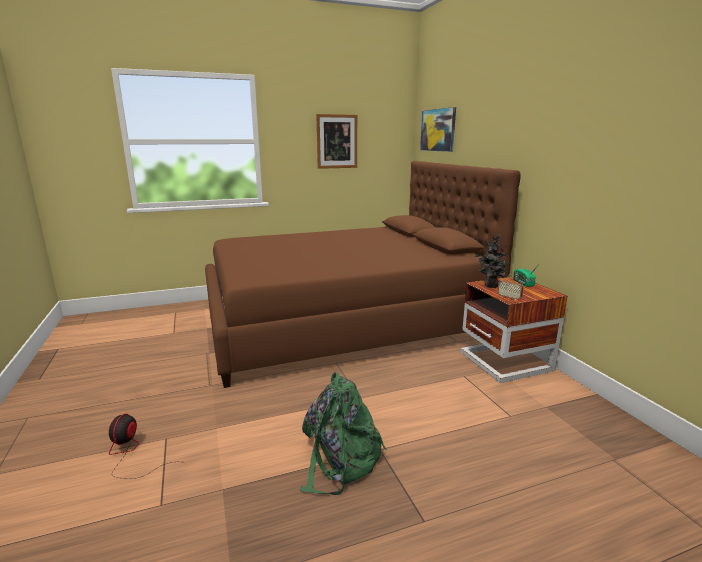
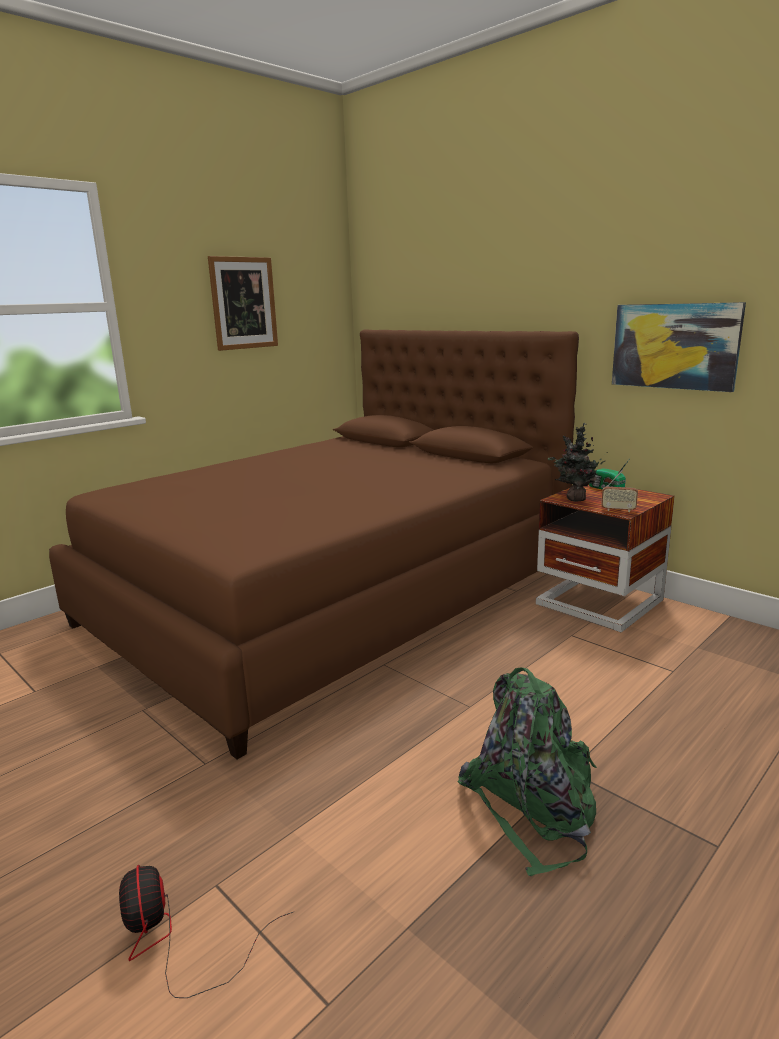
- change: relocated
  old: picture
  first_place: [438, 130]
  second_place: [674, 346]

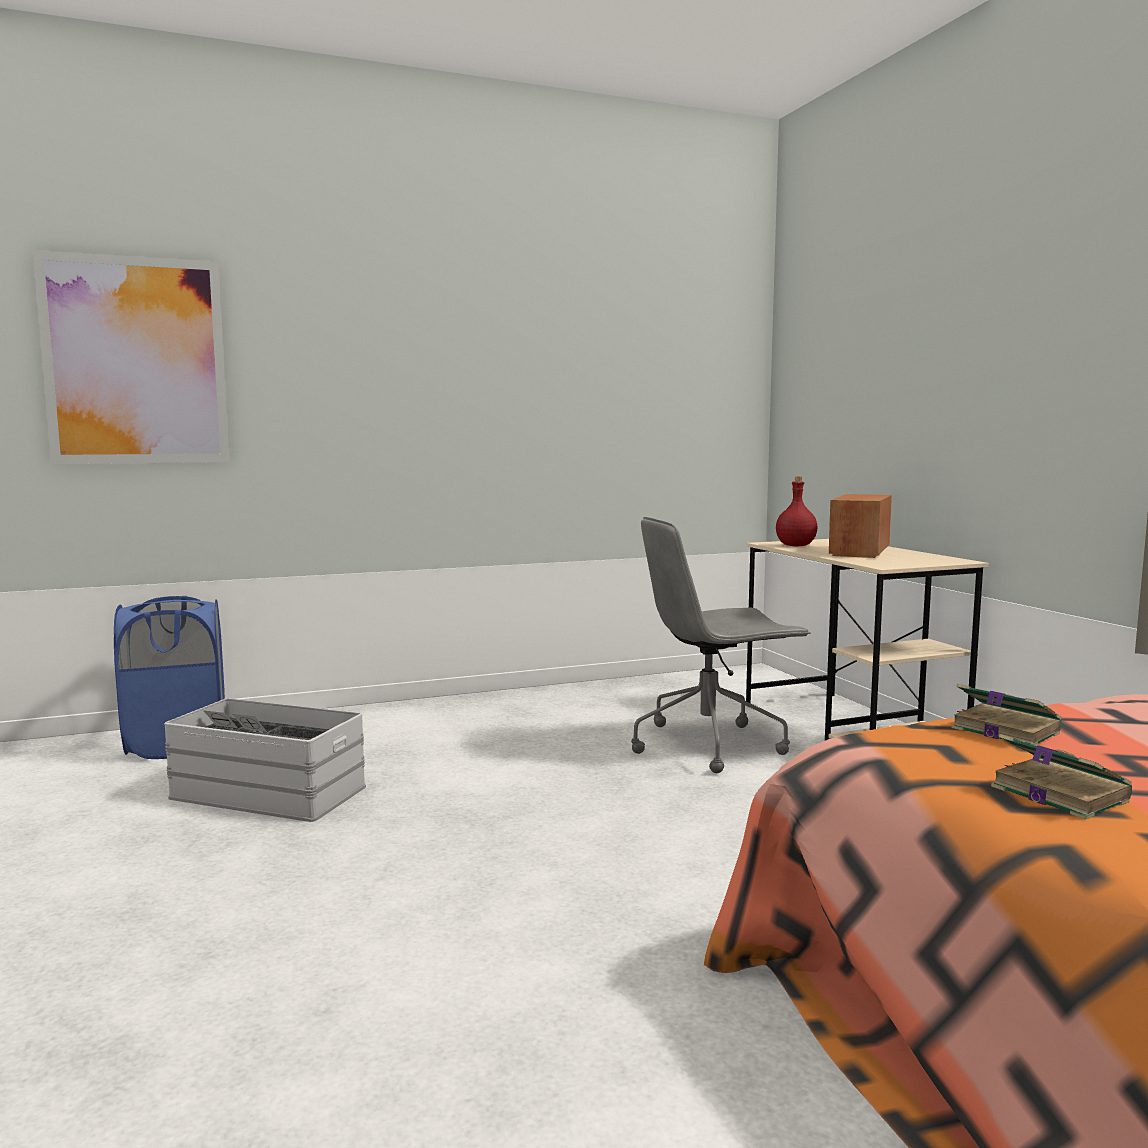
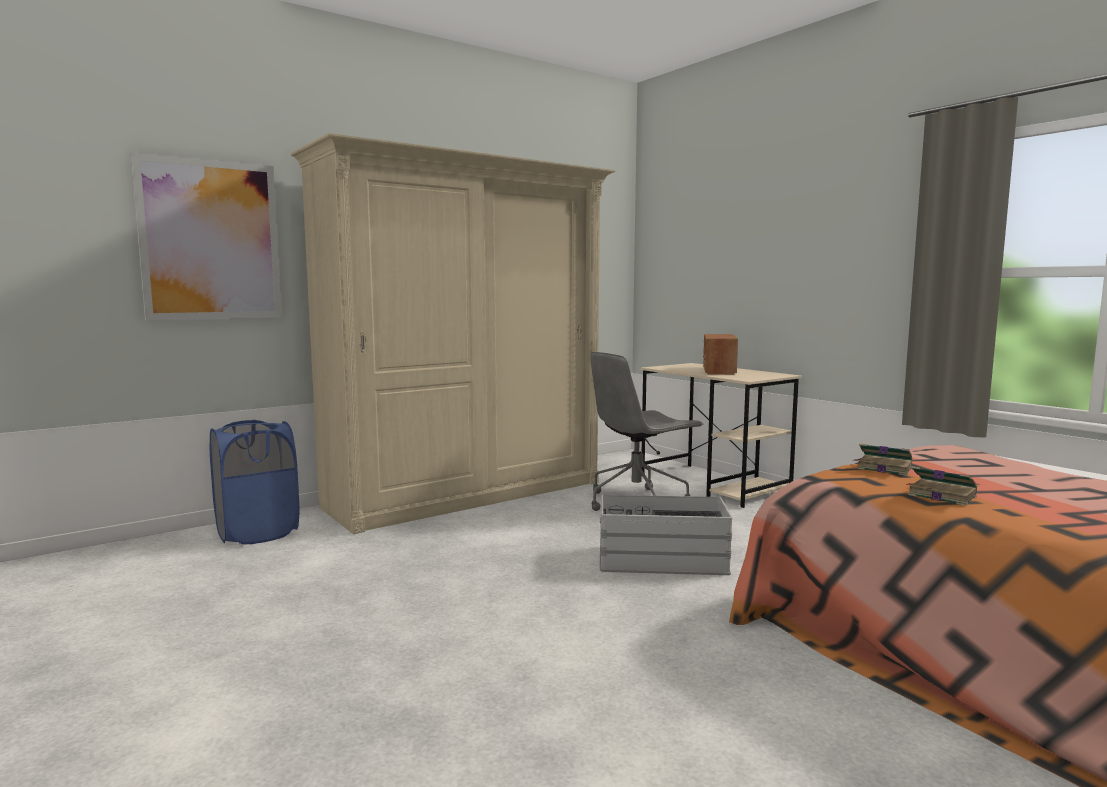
- change: missing
  old: red_bottle
  first_place: [796, 546]
- change: relocated
  old: grey_storage_box
  first_place: [267, 793]
  second_place: [662, 560]
- change: appeared
  new: beige_wardrobe
  second_place: [470, 495]

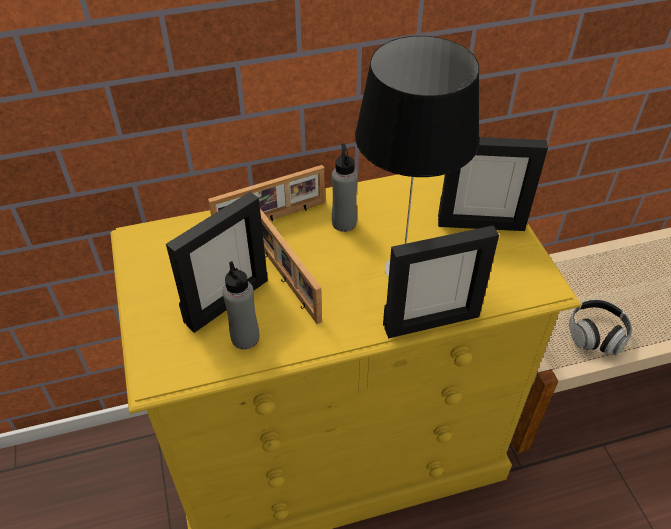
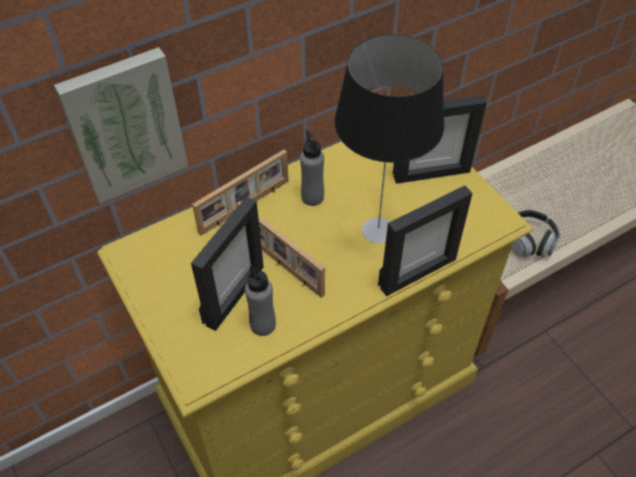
- change: appeared
  new: picture
  second_place: [124, 125]

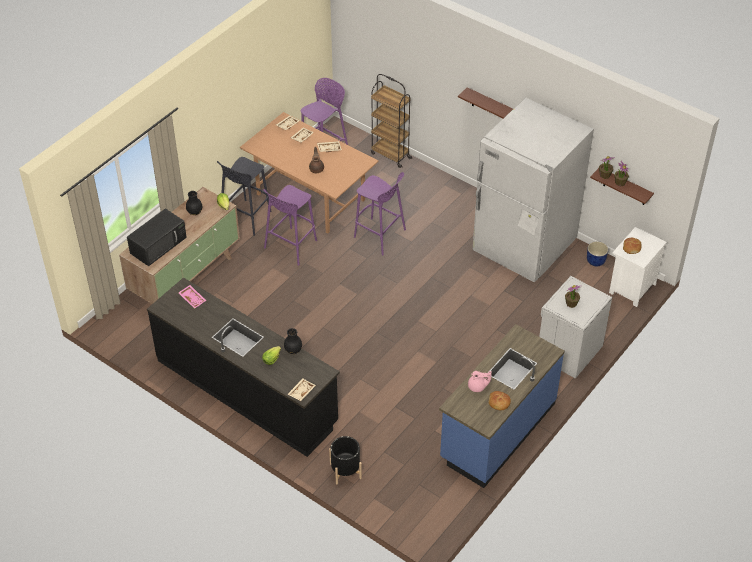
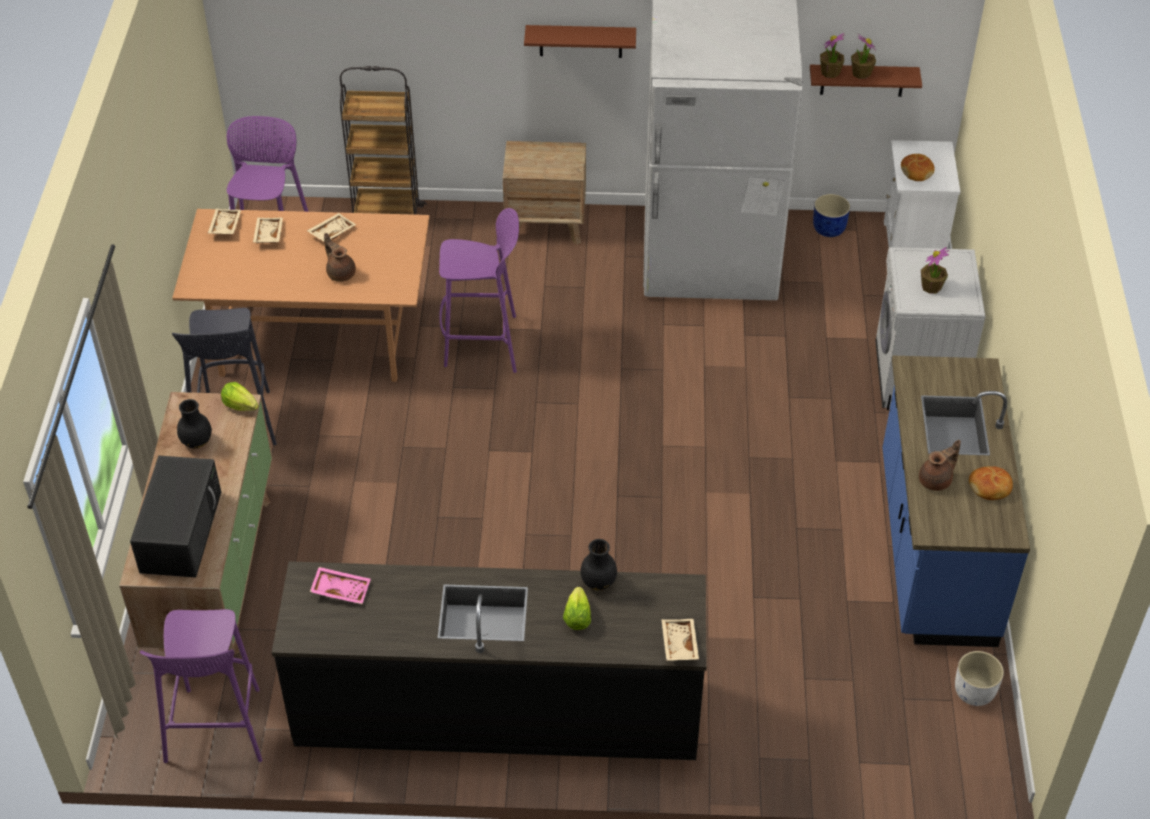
- change: relocated
  old: purple_stool
  first_place: [291, 246]
  second_place: [217, 728]
- change: colour
  old: pink_teapot
  new: brown_teapot
  first_place: [477, 387]
  second_place: [936, 480]
- change: missing
  old: black_planter
  first_place: [345, 471]
- change: appeared
  new: brown_nightstand
  second_place: [546, 225]
- change: appeared
  new: white_planter
  second_place: [973, 691]

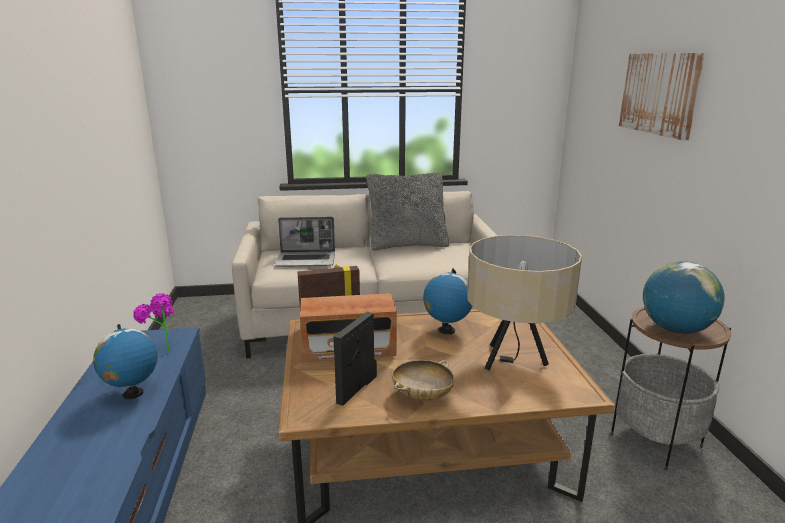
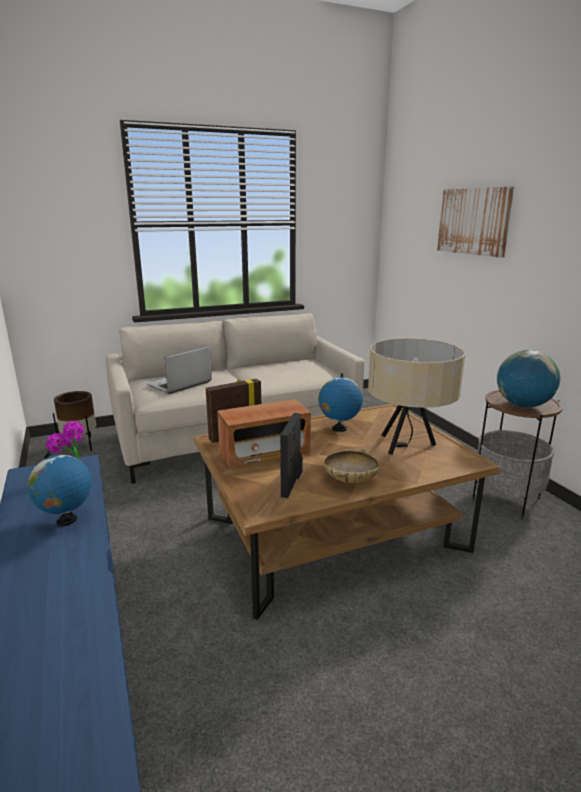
- change: missing
  old: grey_pillow
  first_place: [407, 243]
- change: spun
  old: laptop
  first_place: [307, 260]
  second_place: [179, 384]
  degrees: 150
- change: appeared
  new: brown_planter
  second_place: [81, 445]

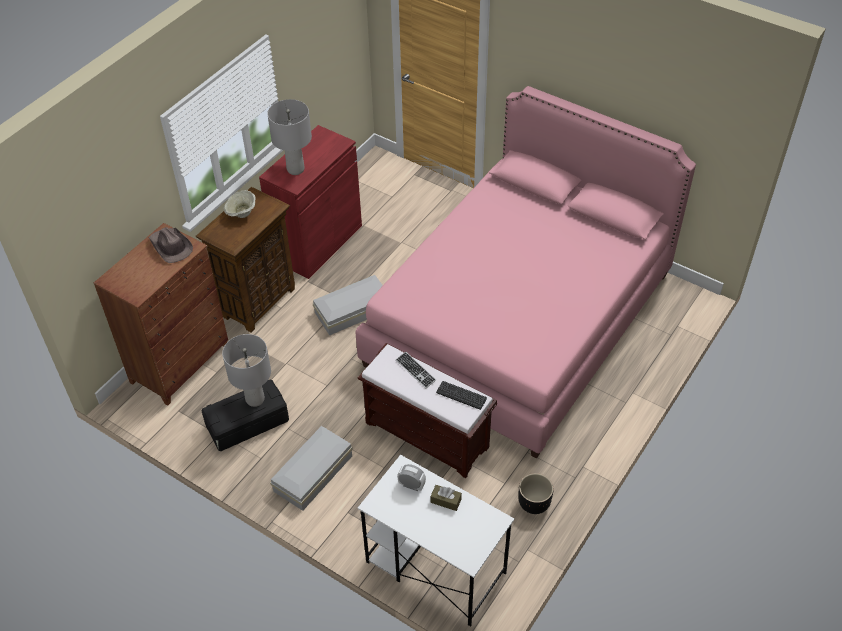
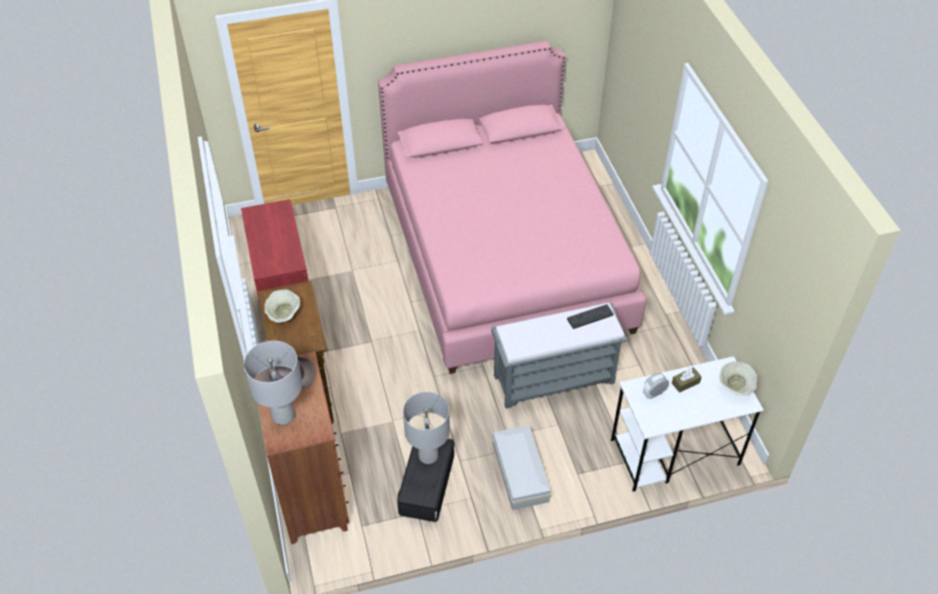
- change: relocated
  old: grey_table_lamp
  first_place: [295, 169]
  second_place: [283, 417]
- change: missing
  old: white_storage_box
  first_place: [354, 311]
- change: colour
  old: brown_bench
  new: grey_bench
  first_place: [428, 435]
  second_place: [555, 378]
- change: missing
  old: keyboard
  first_place: [415, 370]
- change: missing
  old: black_planter
  first_place: [534, 504]
- change: appeared
  new: beige_bowl
  second_place: [735, 387]

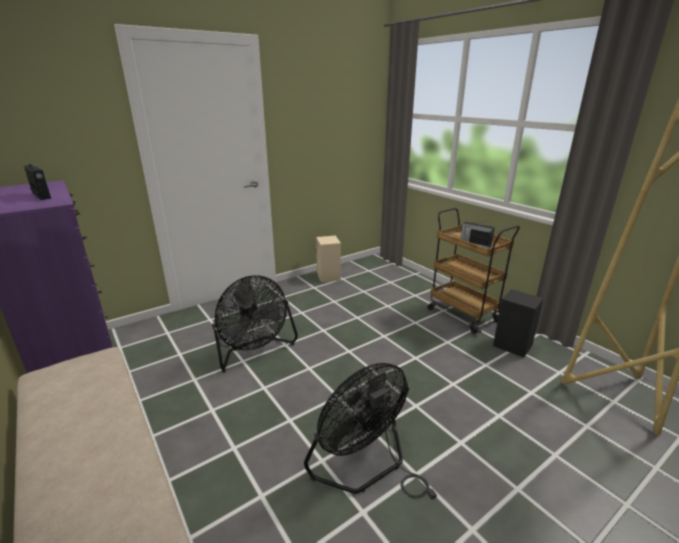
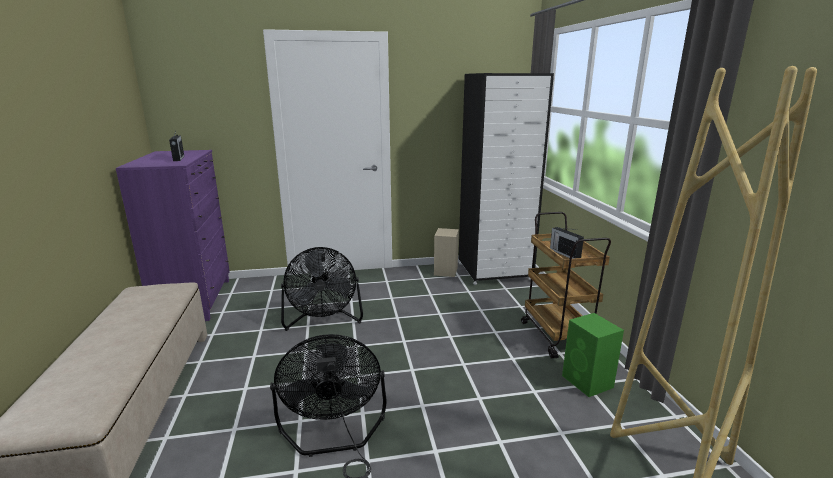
- change: colour
  old: black_speaker
  new: green_speaker
  first_place: [513, 346]
  second_place: [588, 382]
- change: appeared
  new: wardrobe
  second_place: [494, 272]

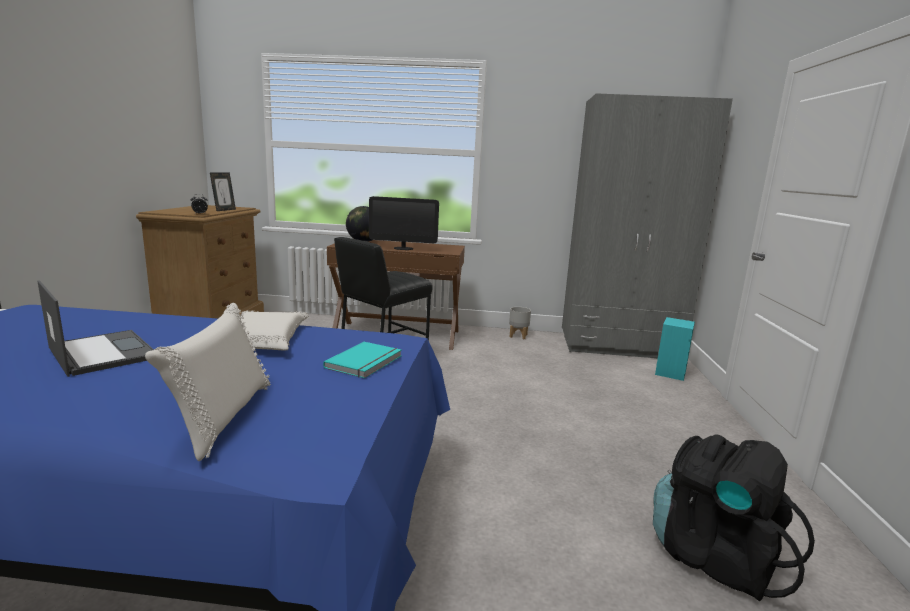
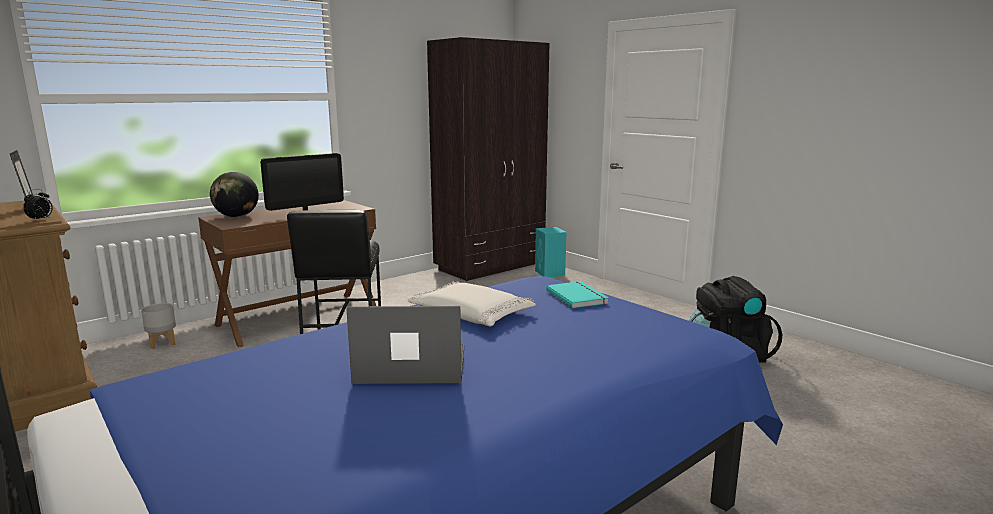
- change: colour
  old: grey_wardrobe
  new: brown_wardrobe
  first_place: [620, 347]
  second_place: [490, 266]
- change: missing
  old: white_pillow
  first_place: [223, 417]
- change: relocated
  old: grey_planter
  first_place: [518, 336]
  second_place: [162, 343]

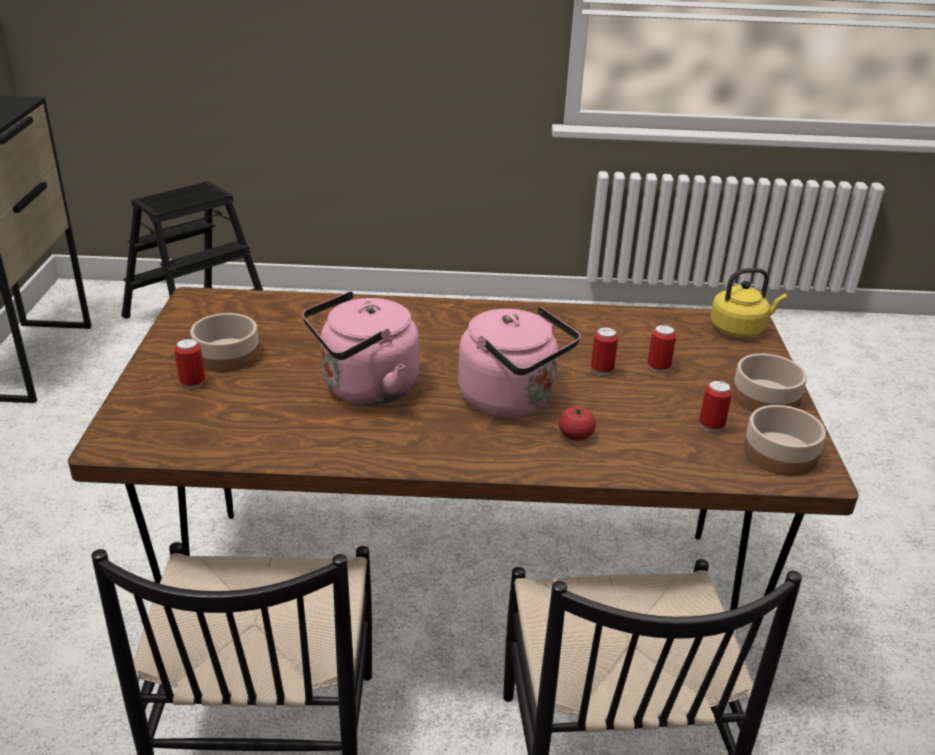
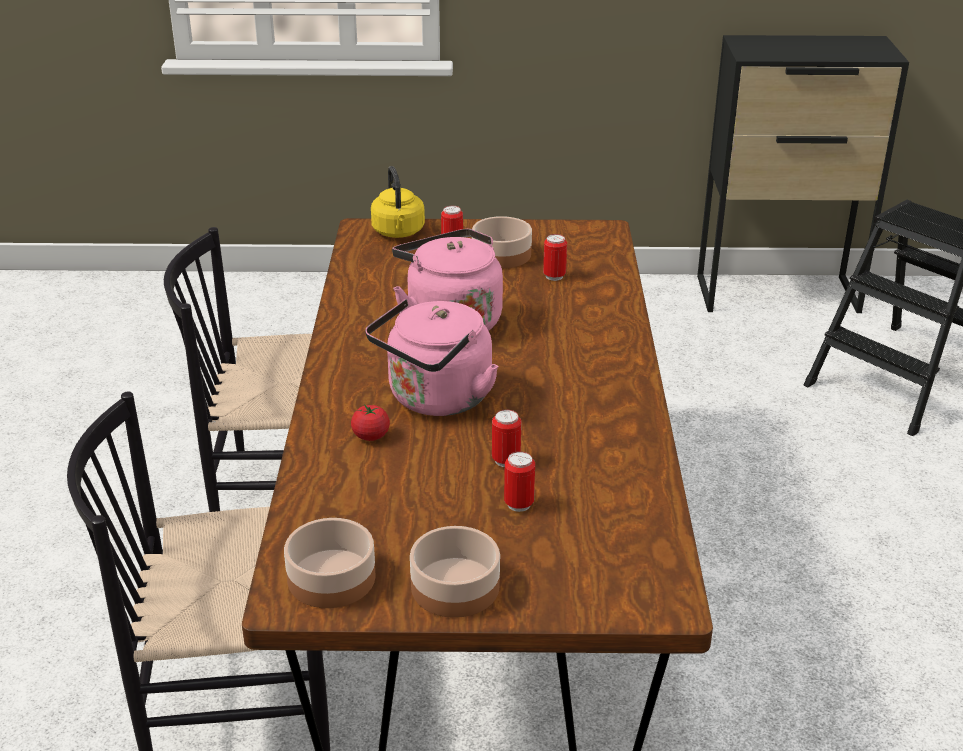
- change: relocated
  old: yellow_kettle
  first_place: [740, 329]
  second_place: [398, 232]
- change: relocated
  old: can
  first_place: [711, 426]
  second_place: [554, 276]

